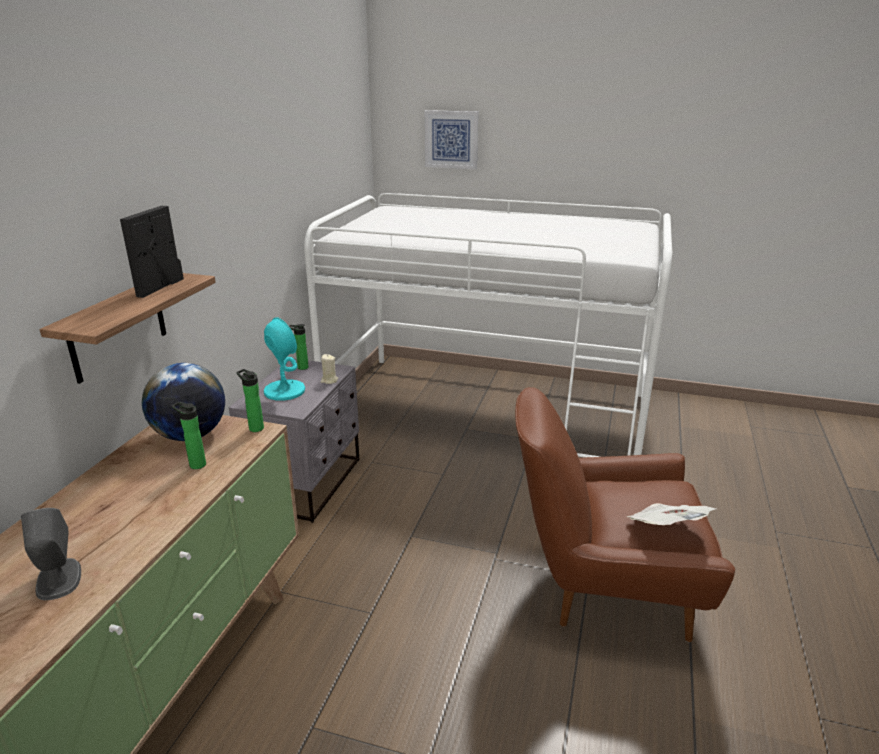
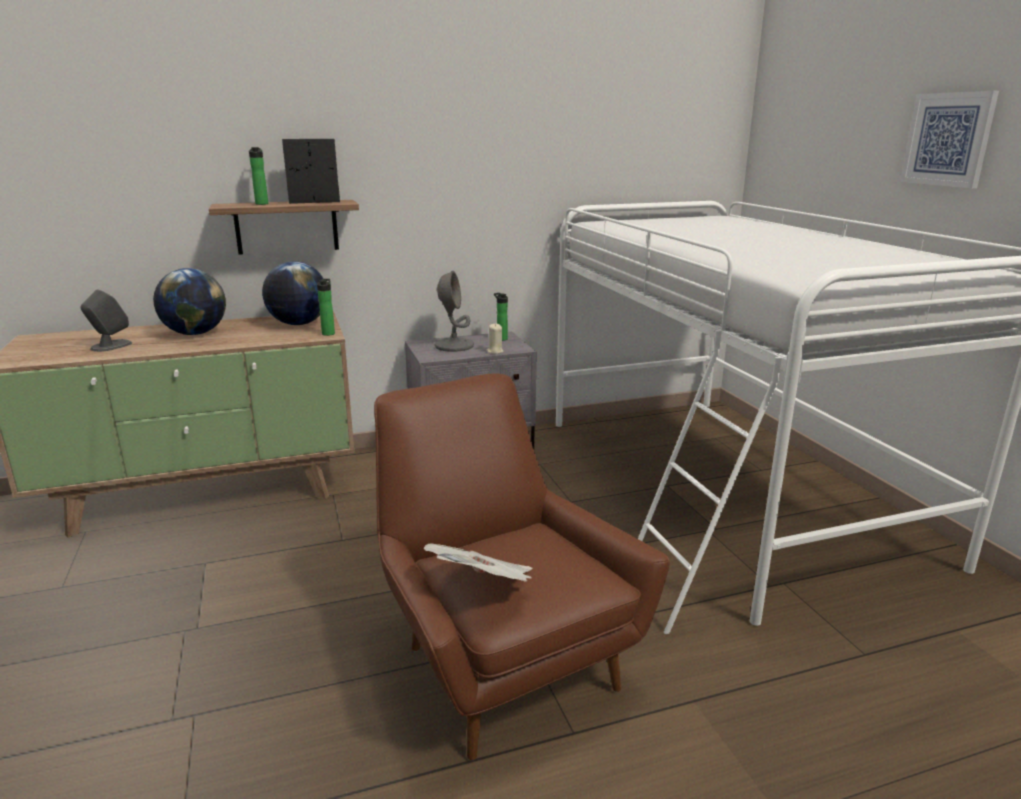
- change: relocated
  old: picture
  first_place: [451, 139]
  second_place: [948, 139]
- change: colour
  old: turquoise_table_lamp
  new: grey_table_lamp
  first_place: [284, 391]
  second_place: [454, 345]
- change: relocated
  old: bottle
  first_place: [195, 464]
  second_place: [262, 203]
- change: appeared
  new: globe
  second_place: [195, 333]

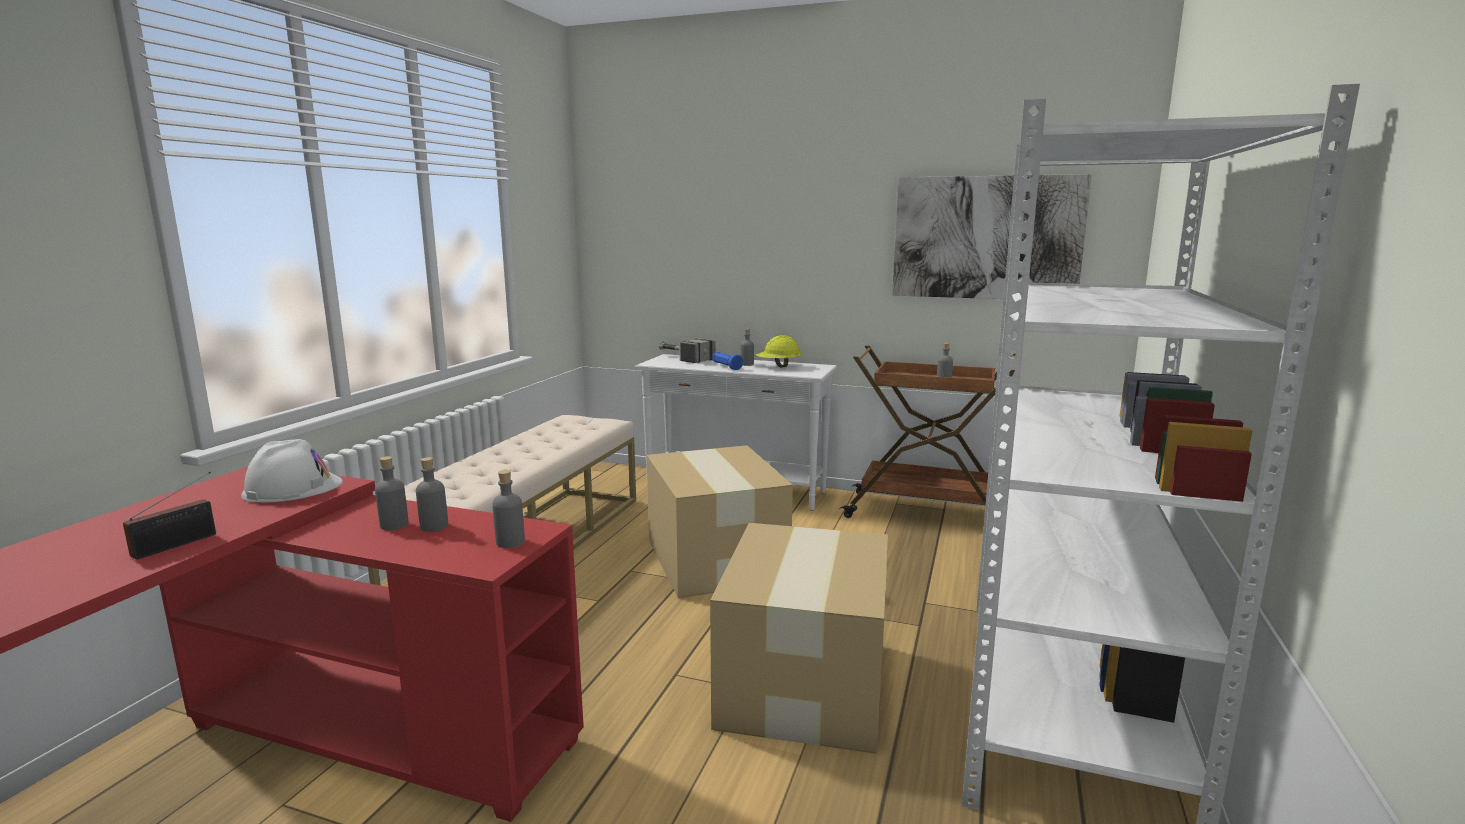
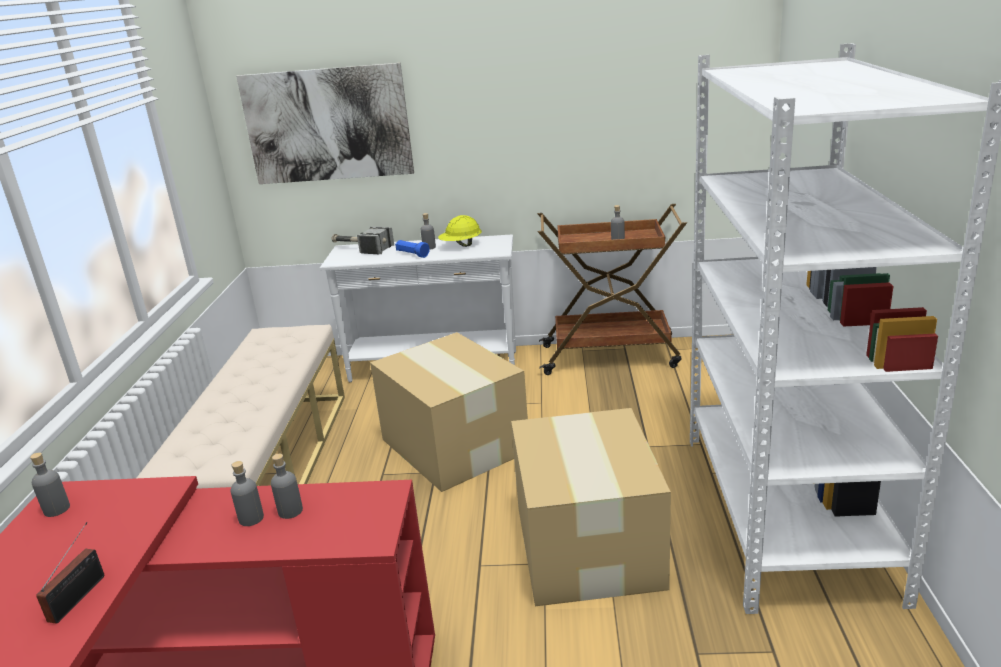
- change: relocated
  old: picture
  first_place: [986, 238]
  second_place: [327, 125]
- change: missing
  old: white_hard_hat
  first_place: [293, 488]
- change: relocated
  old: grey_bottle
  first_place: [510, 542]
  second_place: [56, 509]

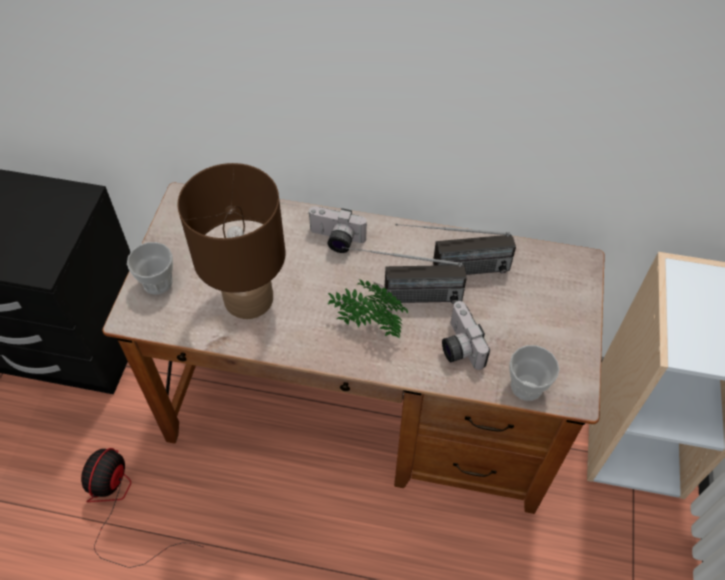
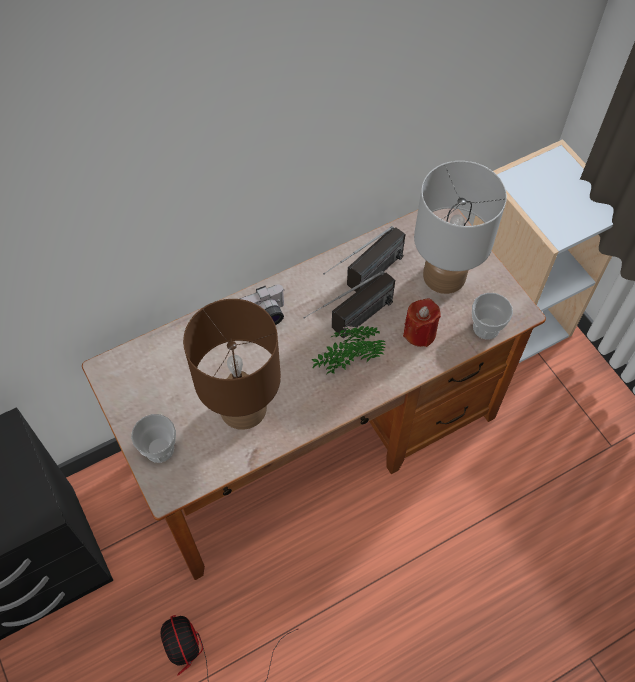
- change: exchanged
  old: photo_camera
  new: red_candle
  first_place: [458, 346]
  second_place: [420, 333]
- change: appeared
  new: grey_table_lamp
  second_place: [445, 276]

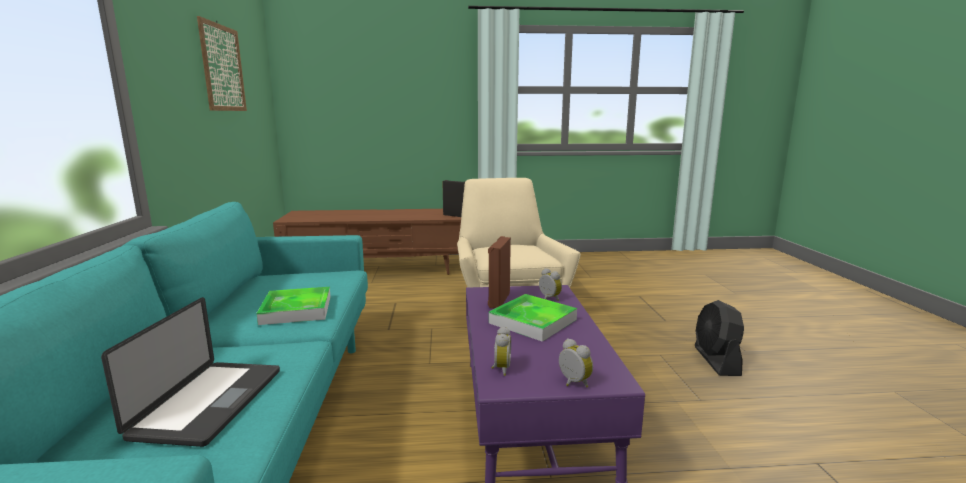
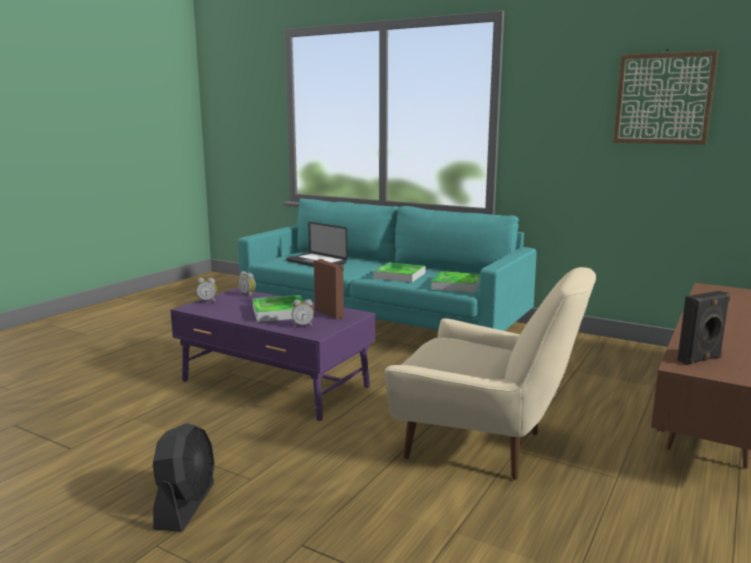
- change: spun
  old: black_fan
  first_place: [716, 361]
  second_place: [186, 505]
  degrees: 60
- change: appeared
  new: tray
  second_place: [456, 285]

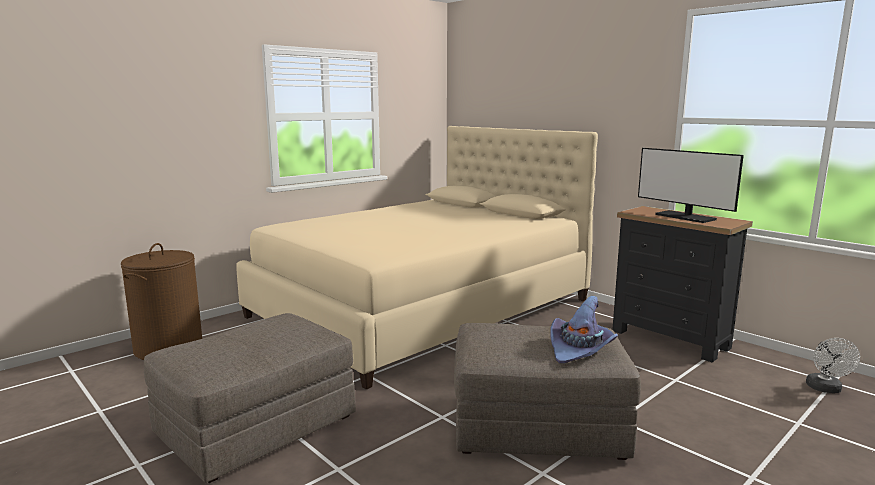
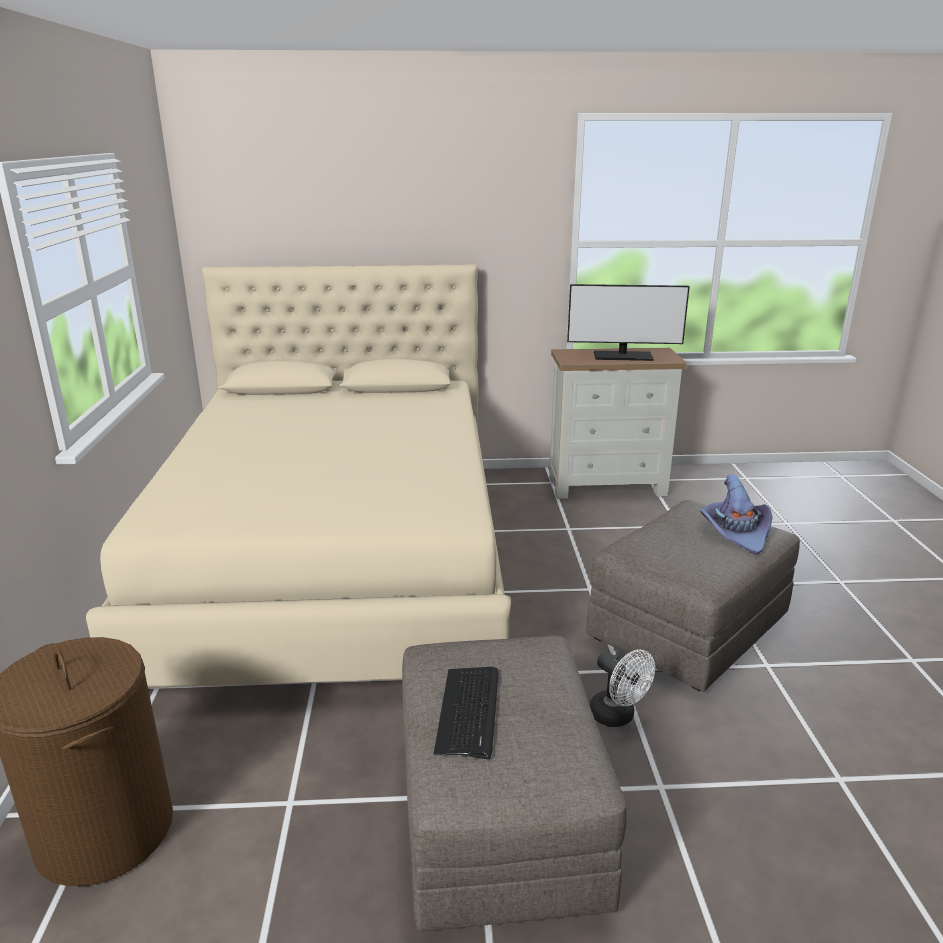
- change: colour
  old: black_dresser
  new: white_dresser
  first_place: [670, 339]
  second_place: [608, 487]
- change: relocated
  old: white_fan
  first_place: [826, 389]
  second_place: [617, 717]
- change: appeared
  new: keyboard
  second_place: [469, 711]

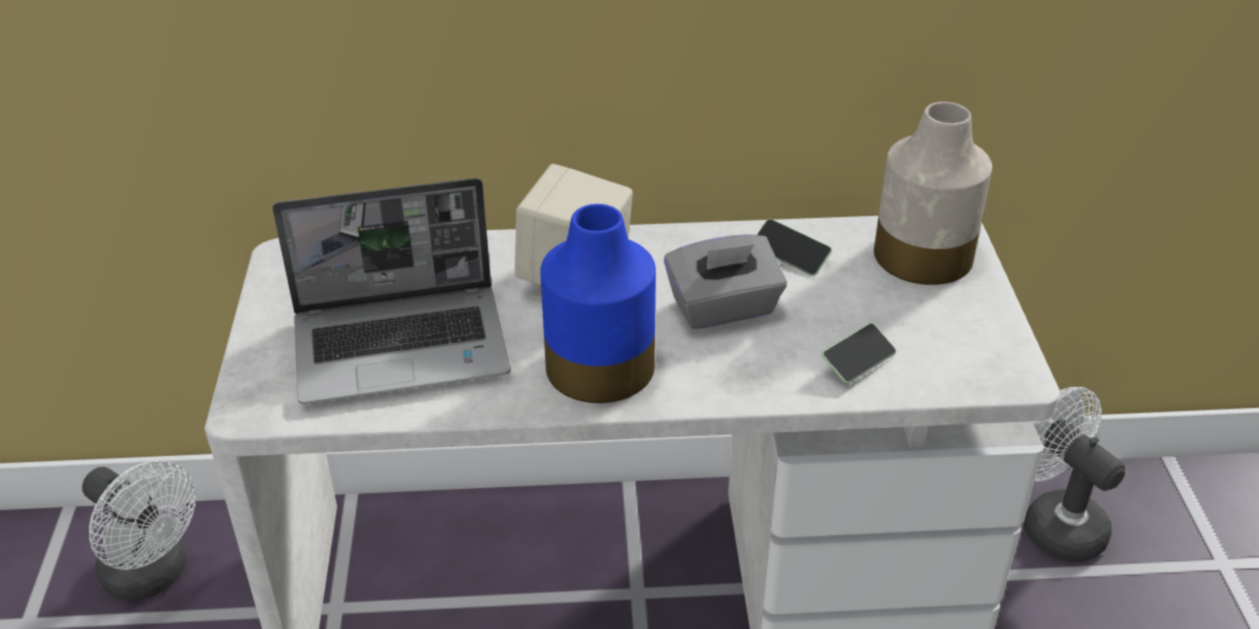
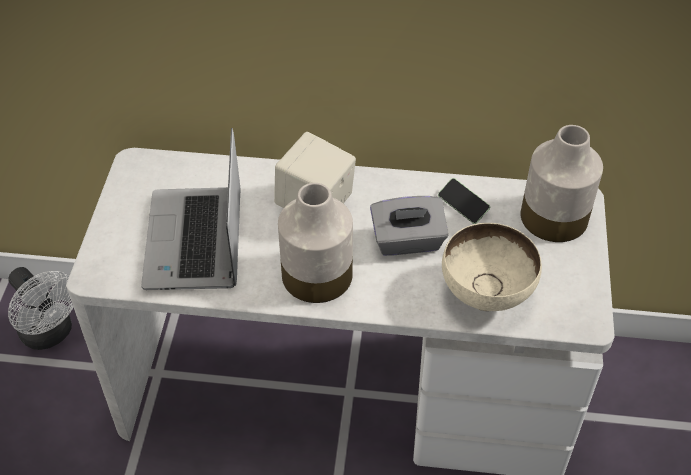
- change: spun
  old: laptop
  first_place: [403, 345]
  second_place: [196, 241]
  degrees: 90
- change: colour
  old: blue_vase
  new: beige_vase
  first_place: [601, 365]
  second_place: [317, 274]
- change: exchanged
  old: phone
  new: beige_bowl
  first_place: [858, 362]
  second_place: [485, 295]
- change: missing
  old: white_fan
  first_place: [1053, 522]

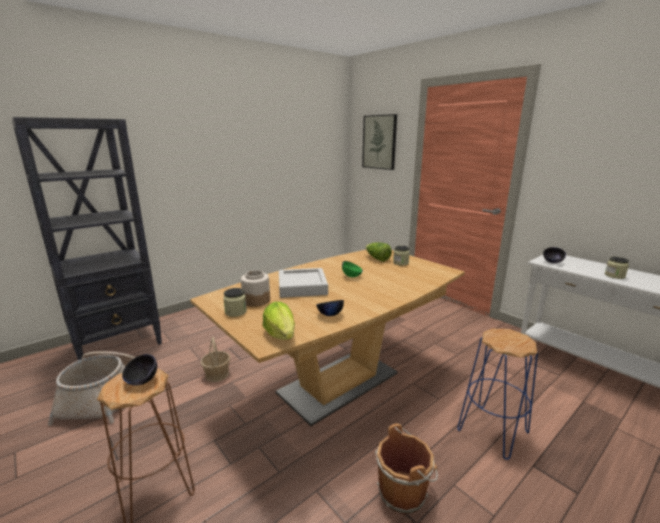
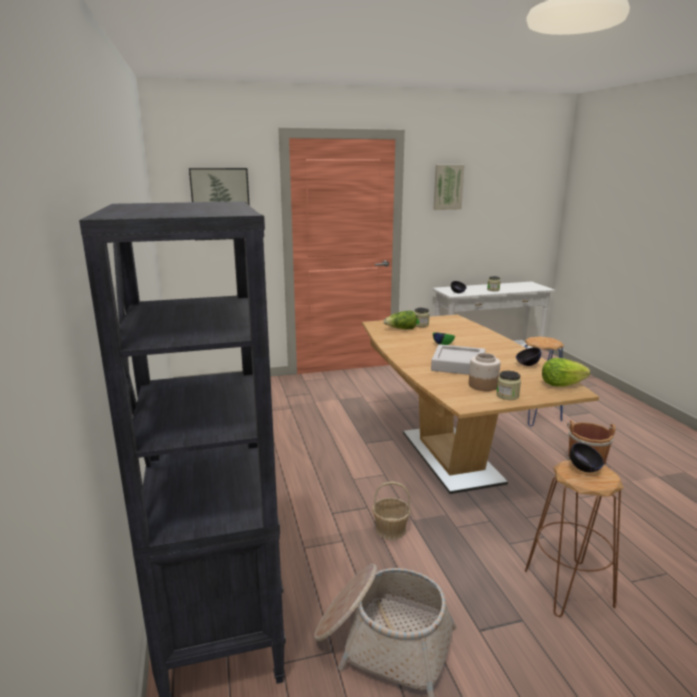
- change: appeared
  new: picture
  second_place: [447, 187]

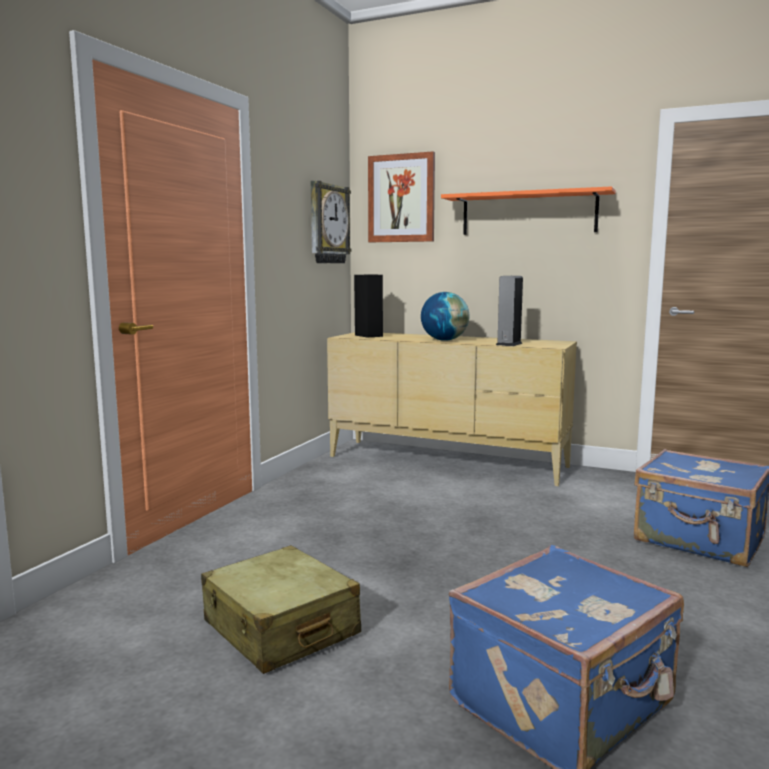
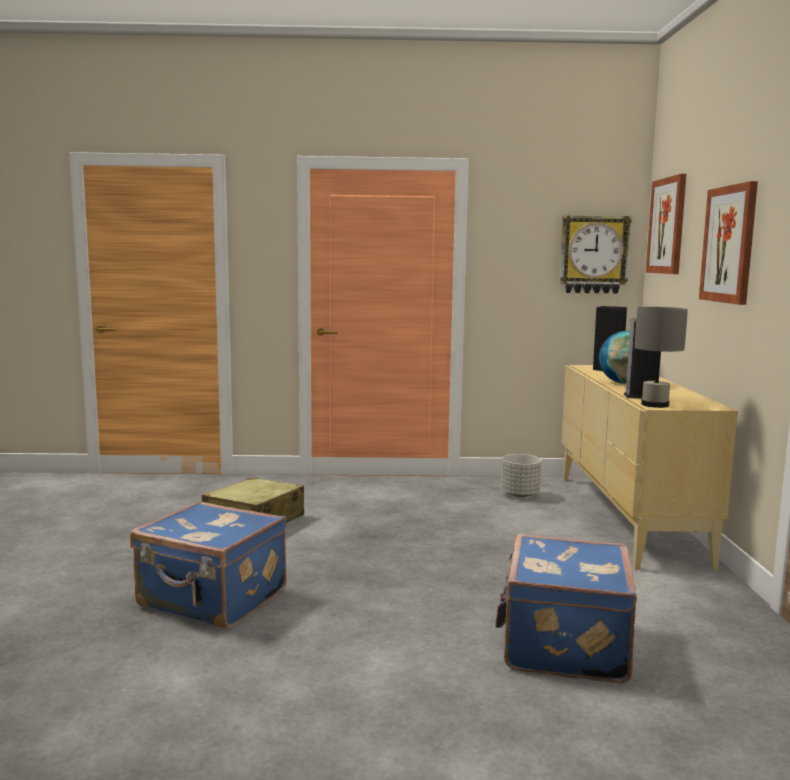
- change: exchanged
  old: orange_shelf
  new: picture
  first_place: [528, 213]
  second_place: [729, 244]
- change: appeared
  new: grey_table_lamp
  second_place: [655, 405]
- change: appeared
  new: grey_planter
  second_place: [519, 494]

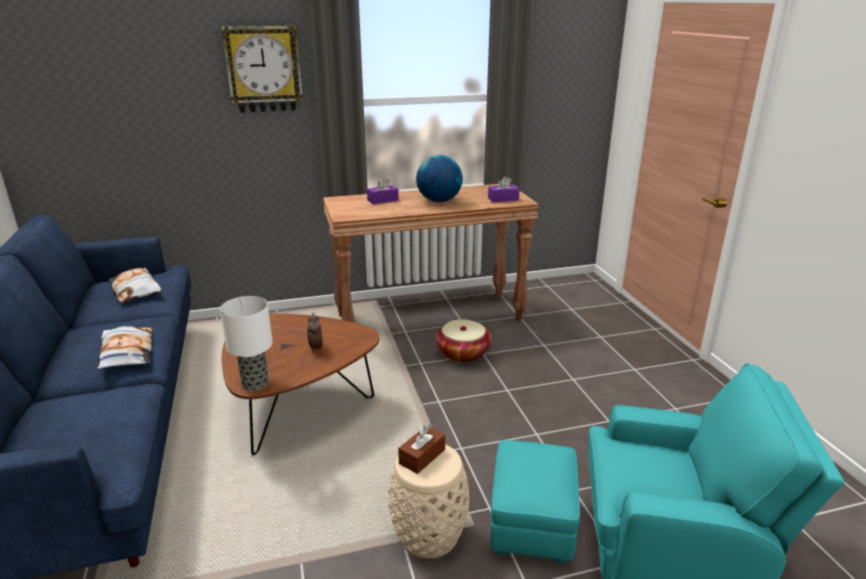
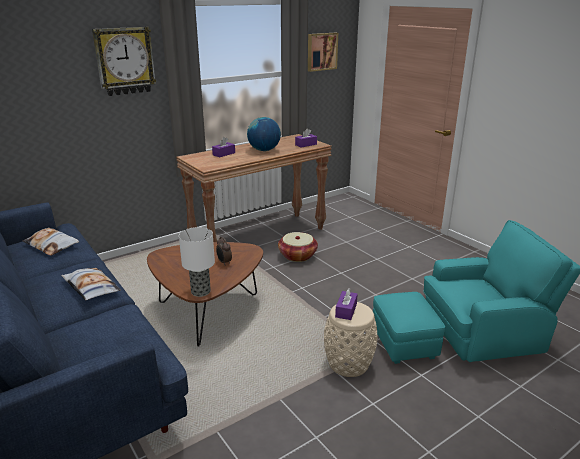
- change: colour
  old: brown_tissue_box
  new: purple_tissue_box
  first_place: [422, 456]
  second_place: [346, 310]
- change: appeared
  new: picture
  second_place: [321, 51]

